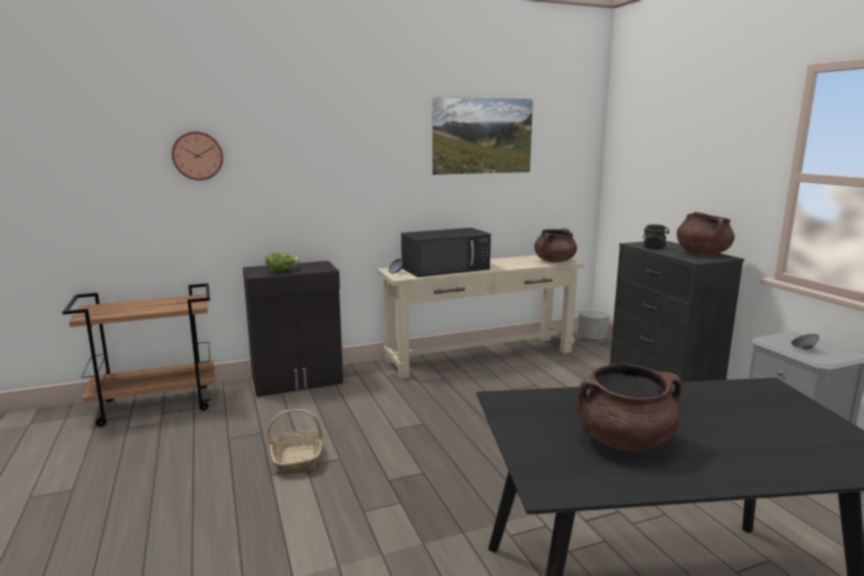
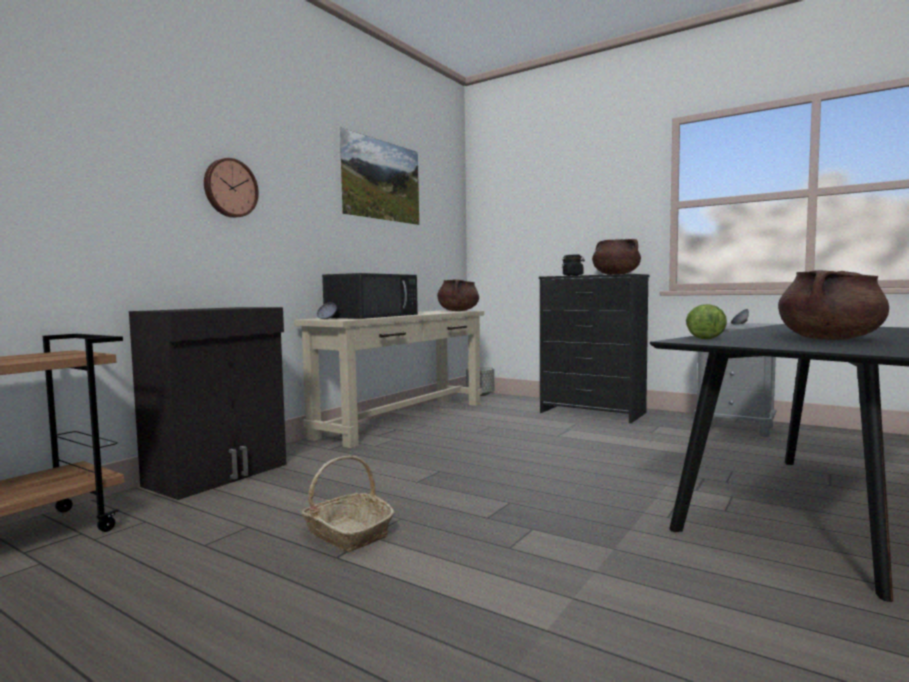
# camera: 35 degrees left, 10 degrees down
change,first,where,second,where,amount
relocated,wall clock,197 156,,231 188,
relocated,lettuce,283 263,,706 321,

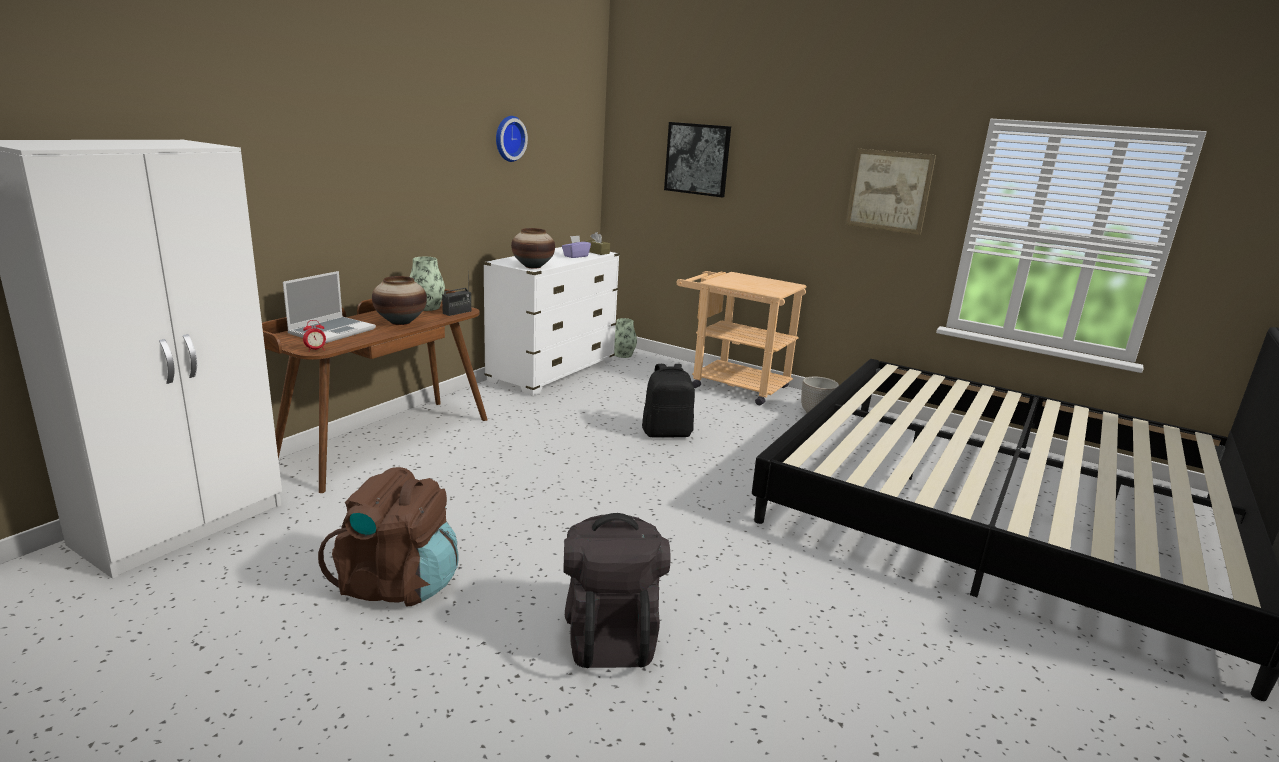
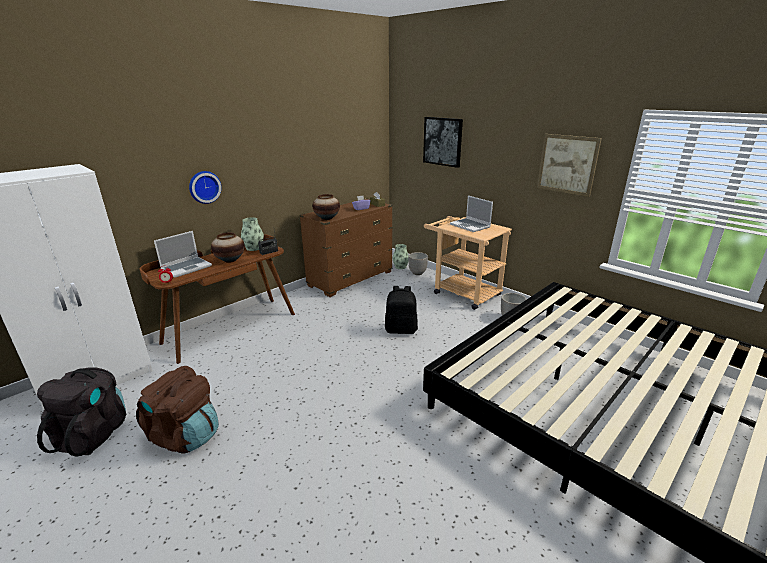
# camera: 15 degrees right, 5 degrees up
change,first,where,second,where,amount
relocated,wall clock,512 139,,205 187,
colour,white dresser,551 321,brown dresser,346 247,
relocated,black backpack,617 590,,81 412,
appeared,,,laptop,471 213,
appeared,,,planter,418 263,

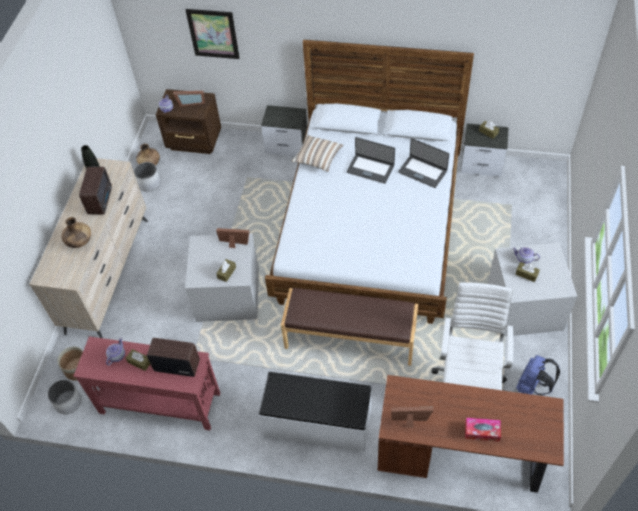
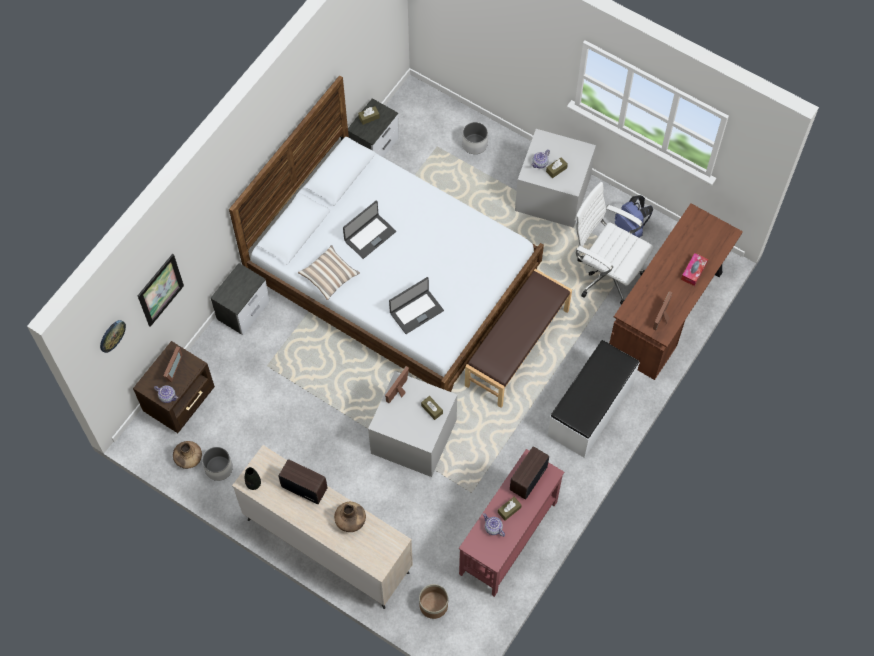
# camera: 70 degrees left, 10 degrees up
change,first,where,second,where,amount
relocated,laptop,423 163,,416 305,
relocated,white planter,64 396,,475 138,
appeared,,,wall clock,113 336,

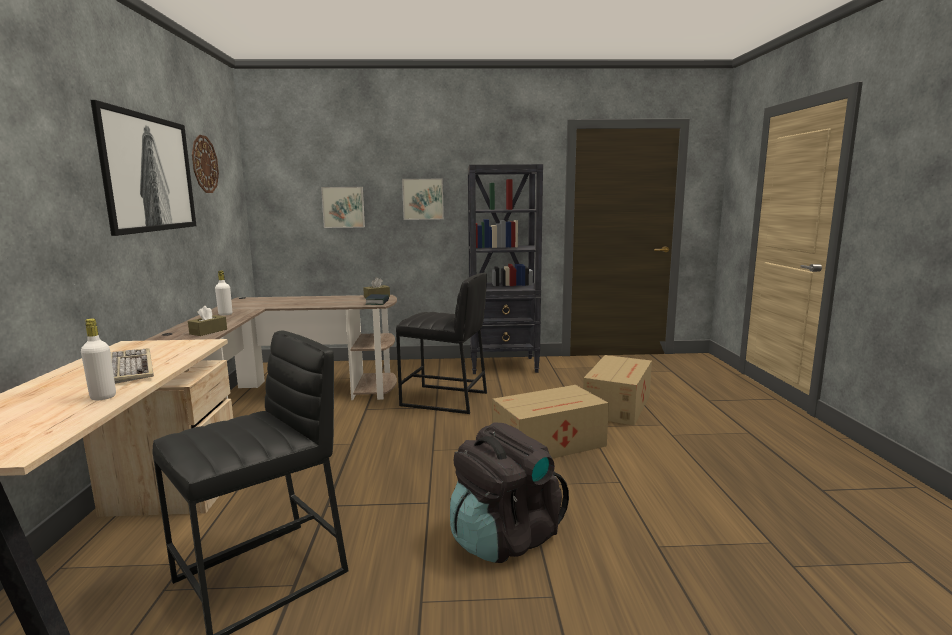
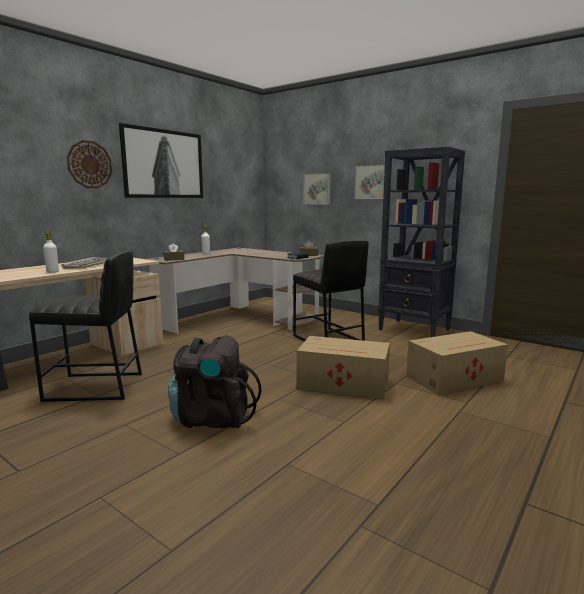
# camera: 40 degrees right, 0 degrees up
change,first,where,second,where,amount
relocated,wall clock,205 164,,89 164,

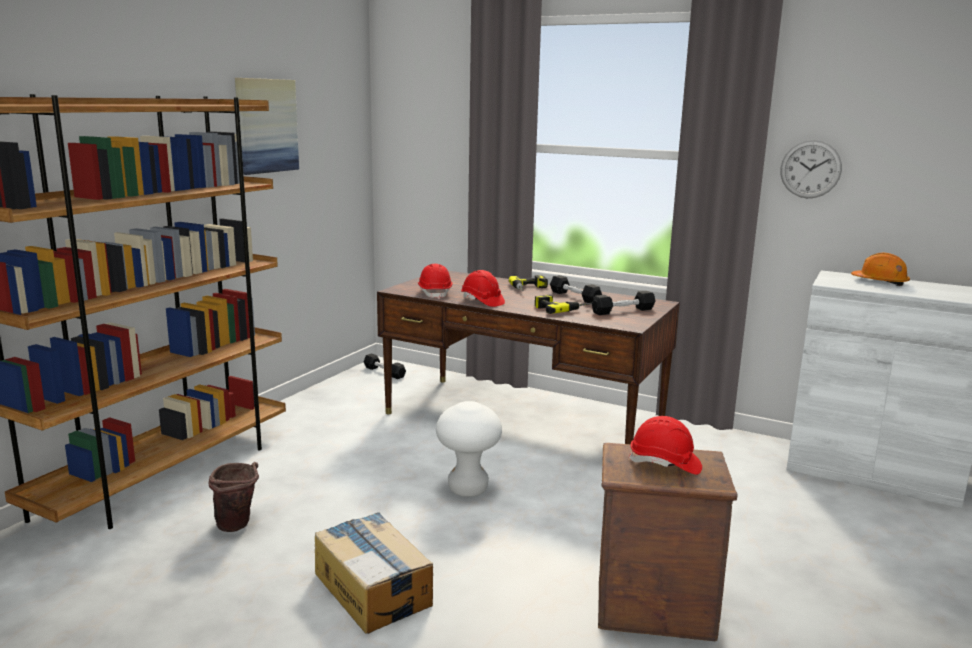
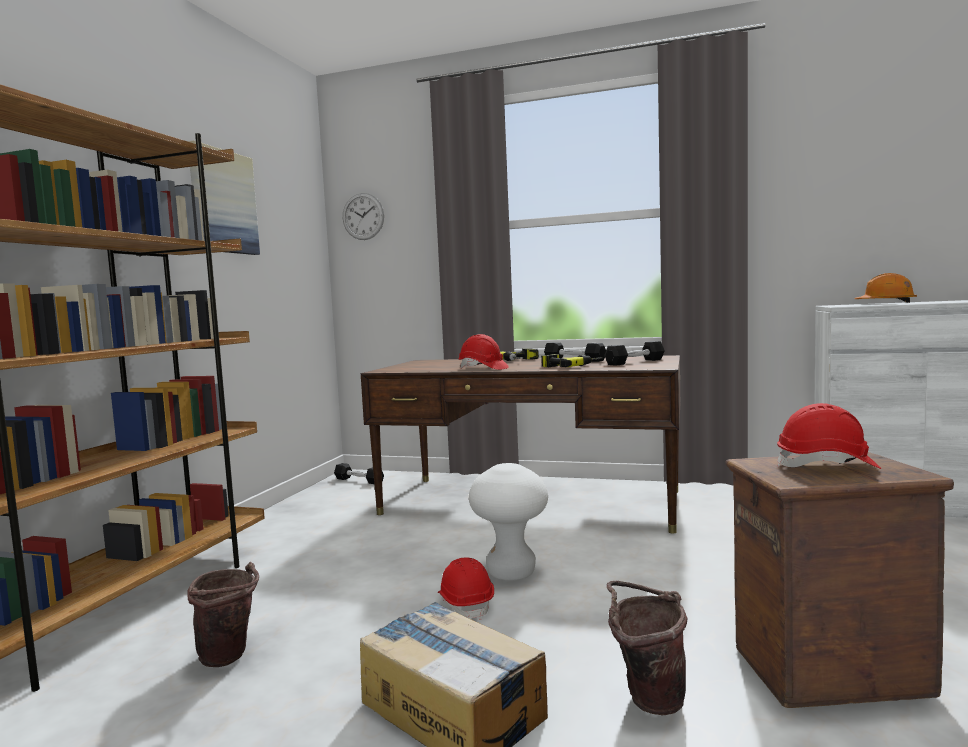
# camera: 10 degrees left, 10 degrees down
change,first,where,second,where,amount
relocated,wall clock,811 169,,363 216,
relocated,red hard hat,435 281,,466 588,
appeared,,,brown bucket,647 648,

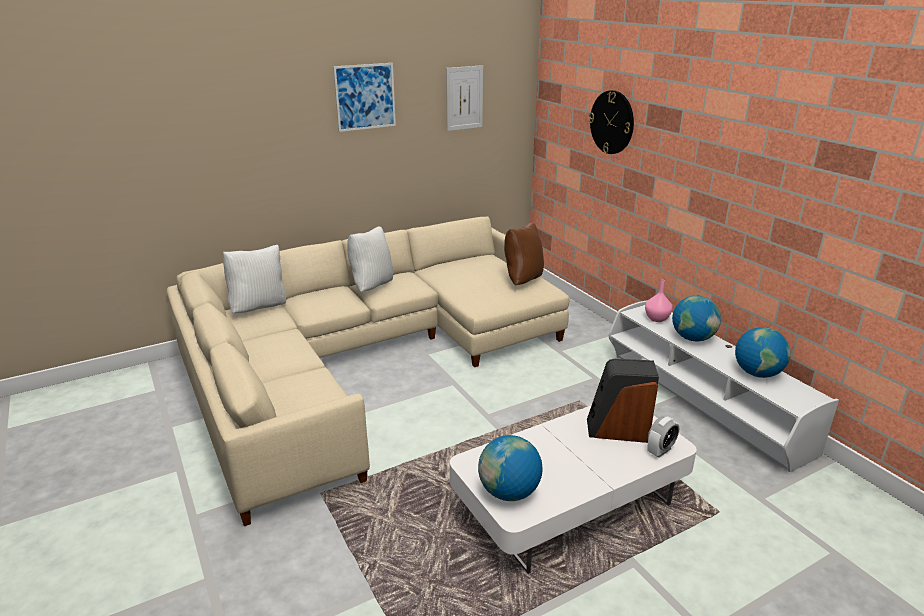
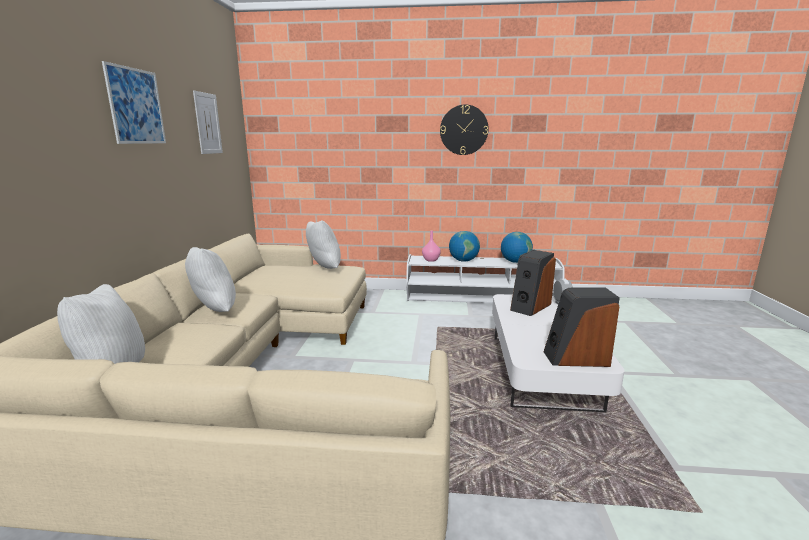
# camera: 55 degrees left, 10 degrees down
change,first,where,second,where,amount
relocated,wall clock,611 122,,464 129,
colour,brown pillow,524 254,white pillow,323 244,
exchanged,globe,510 468,speaker,582 327,

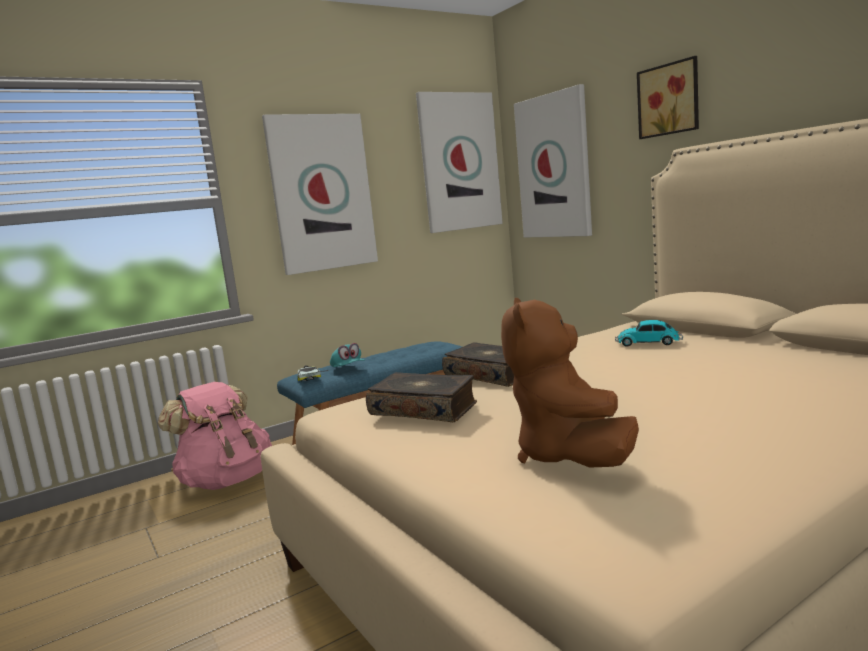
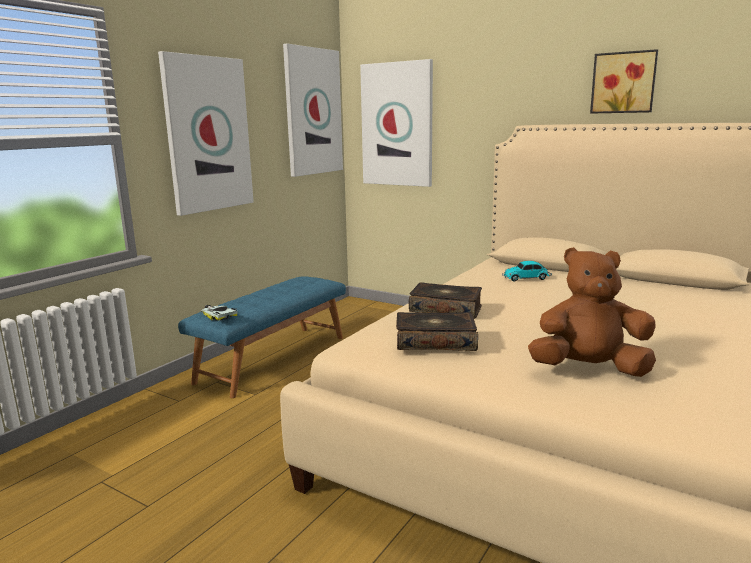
# camera: 25 degrees left, 5 degrees up
change,first,where,second,where,amount
relocated,picture,668 97,,624 81,
spun,brown plush toy,570 383,,592 312,120 degrees clockwise
missing,turquoise cap,347 355,,,
missing,pink backpack,215 436,,,

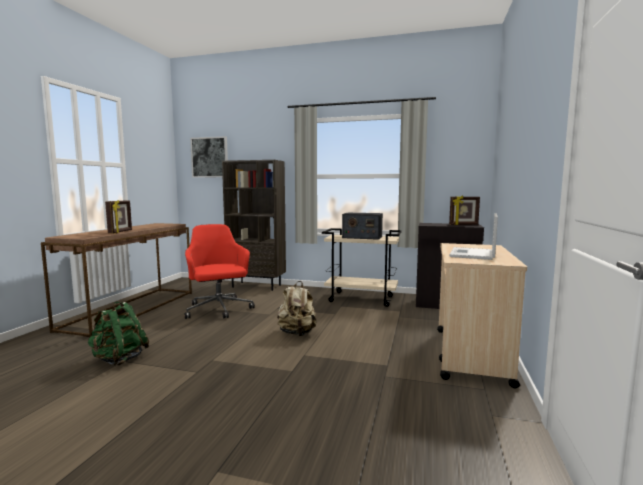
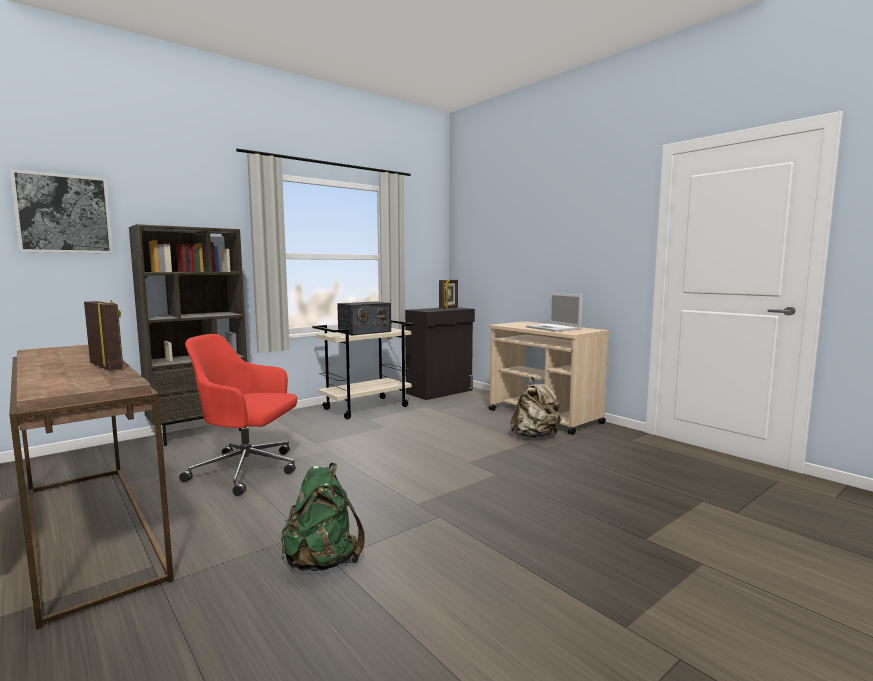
# camera: 55 degrees left, 0 degrees up
change,first,where,second,where,amount
relocated,beige backpack,297 308,,536 407,

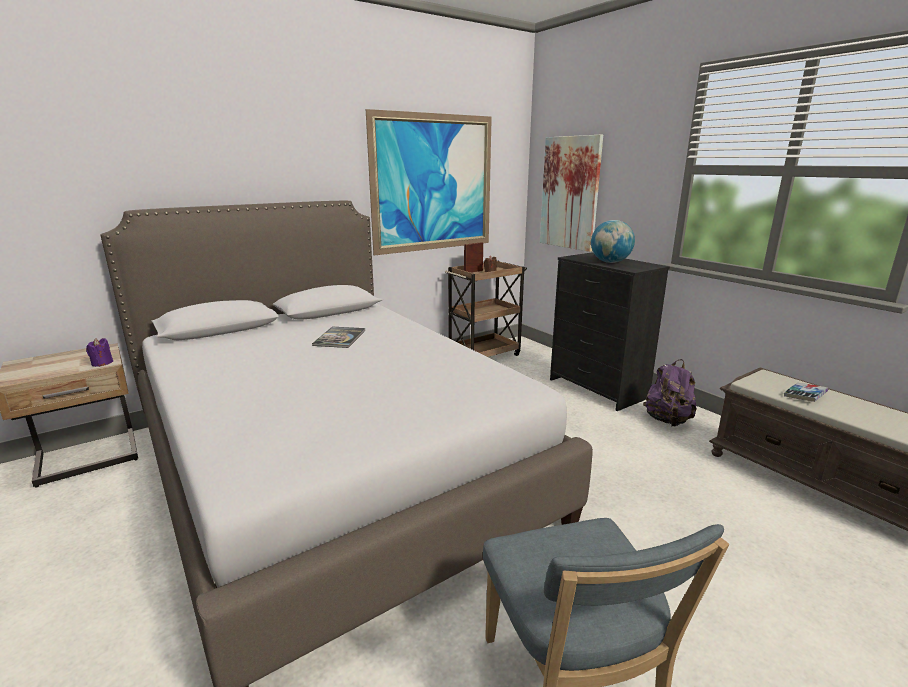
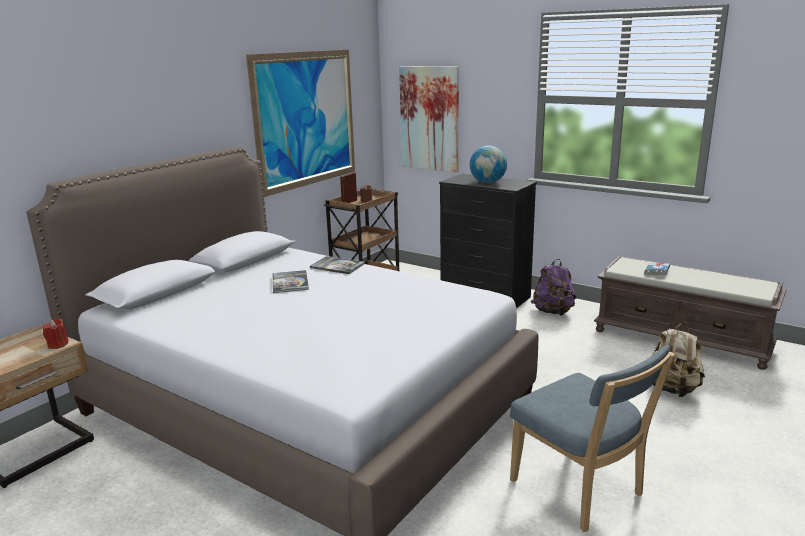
# camera: 20 degrees left, 0 degrees up
change,first,where,second,where,amount
colour,purple candle,99 352,red candle,56 333,
appeared,,,book,337 265,
appeared,,,beige backpack,678 360,

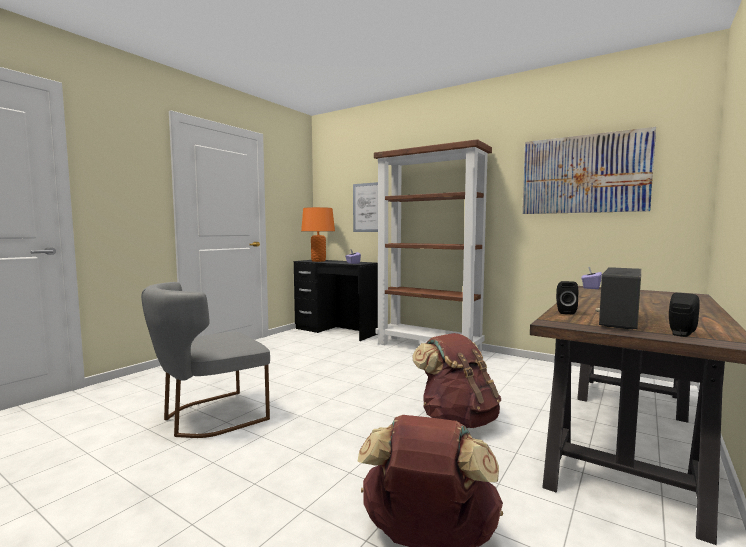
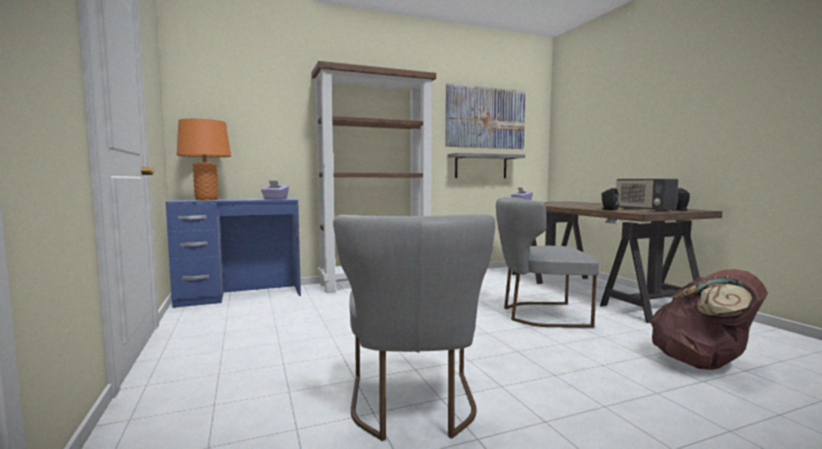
# camera: 55 degrees left, 0 degrees up
change,first,where,second,where,amount
missing,picture,365 207,,,
colour,black desk,336 300,blue desk,233 253,
exchanged,brown backpack,456 380,grey chair,547 262,
appeared,,,grey shelf,486 165,

